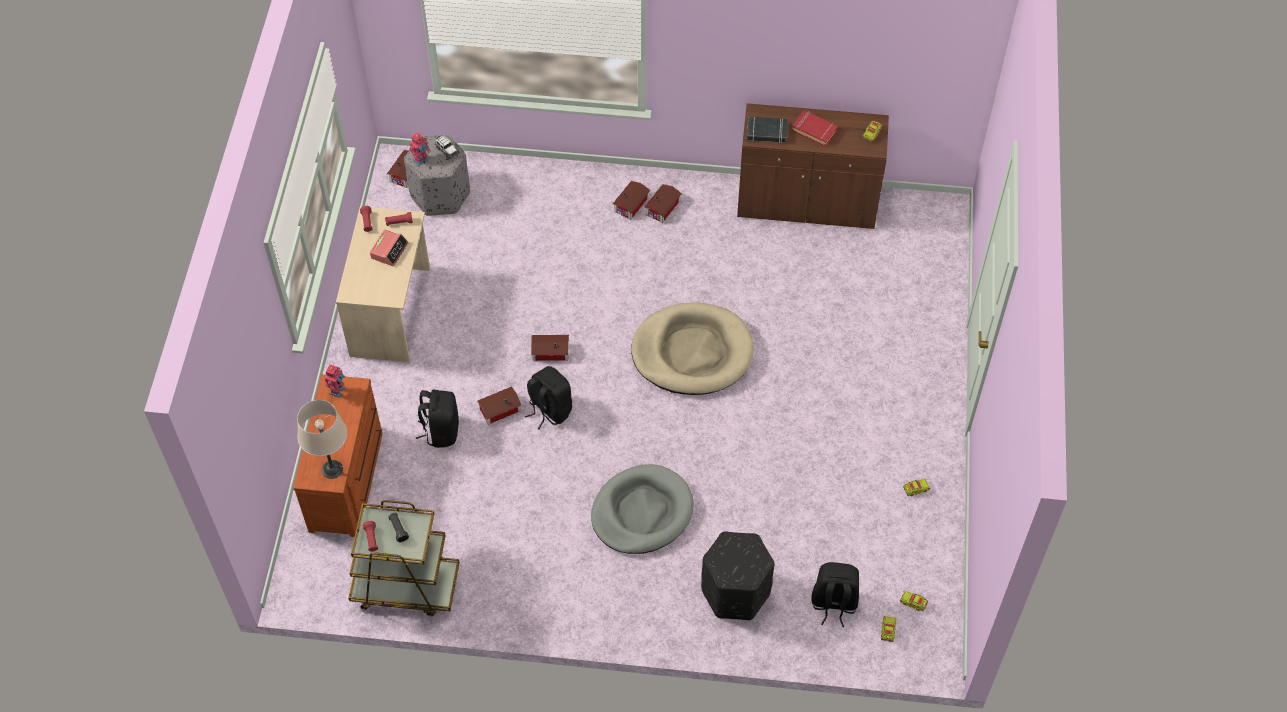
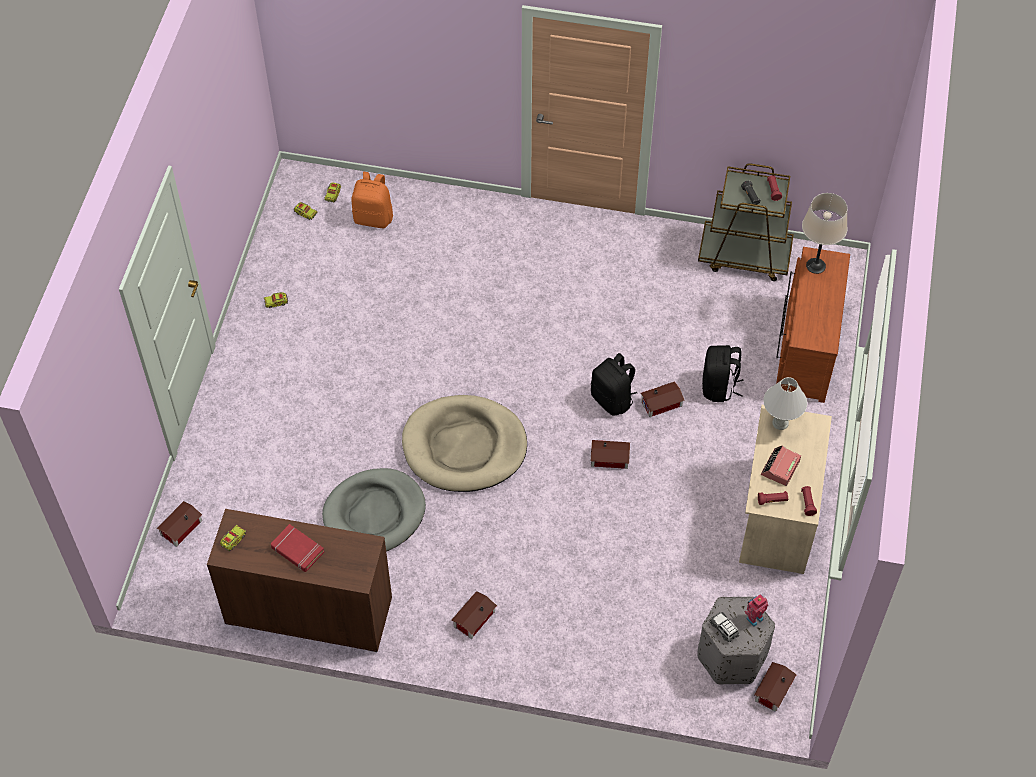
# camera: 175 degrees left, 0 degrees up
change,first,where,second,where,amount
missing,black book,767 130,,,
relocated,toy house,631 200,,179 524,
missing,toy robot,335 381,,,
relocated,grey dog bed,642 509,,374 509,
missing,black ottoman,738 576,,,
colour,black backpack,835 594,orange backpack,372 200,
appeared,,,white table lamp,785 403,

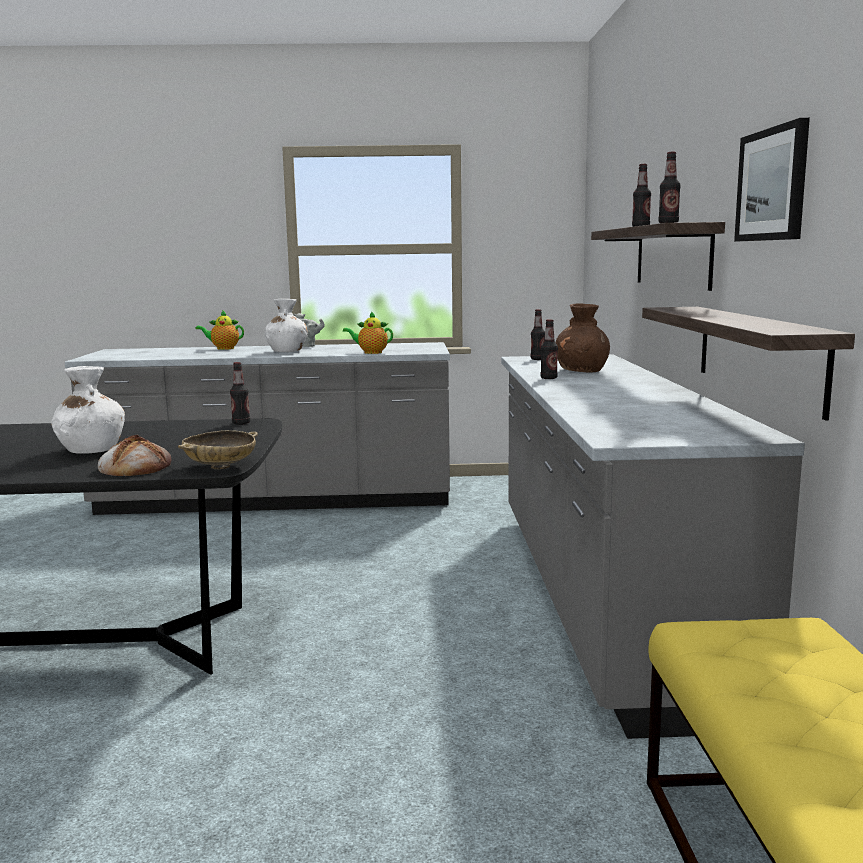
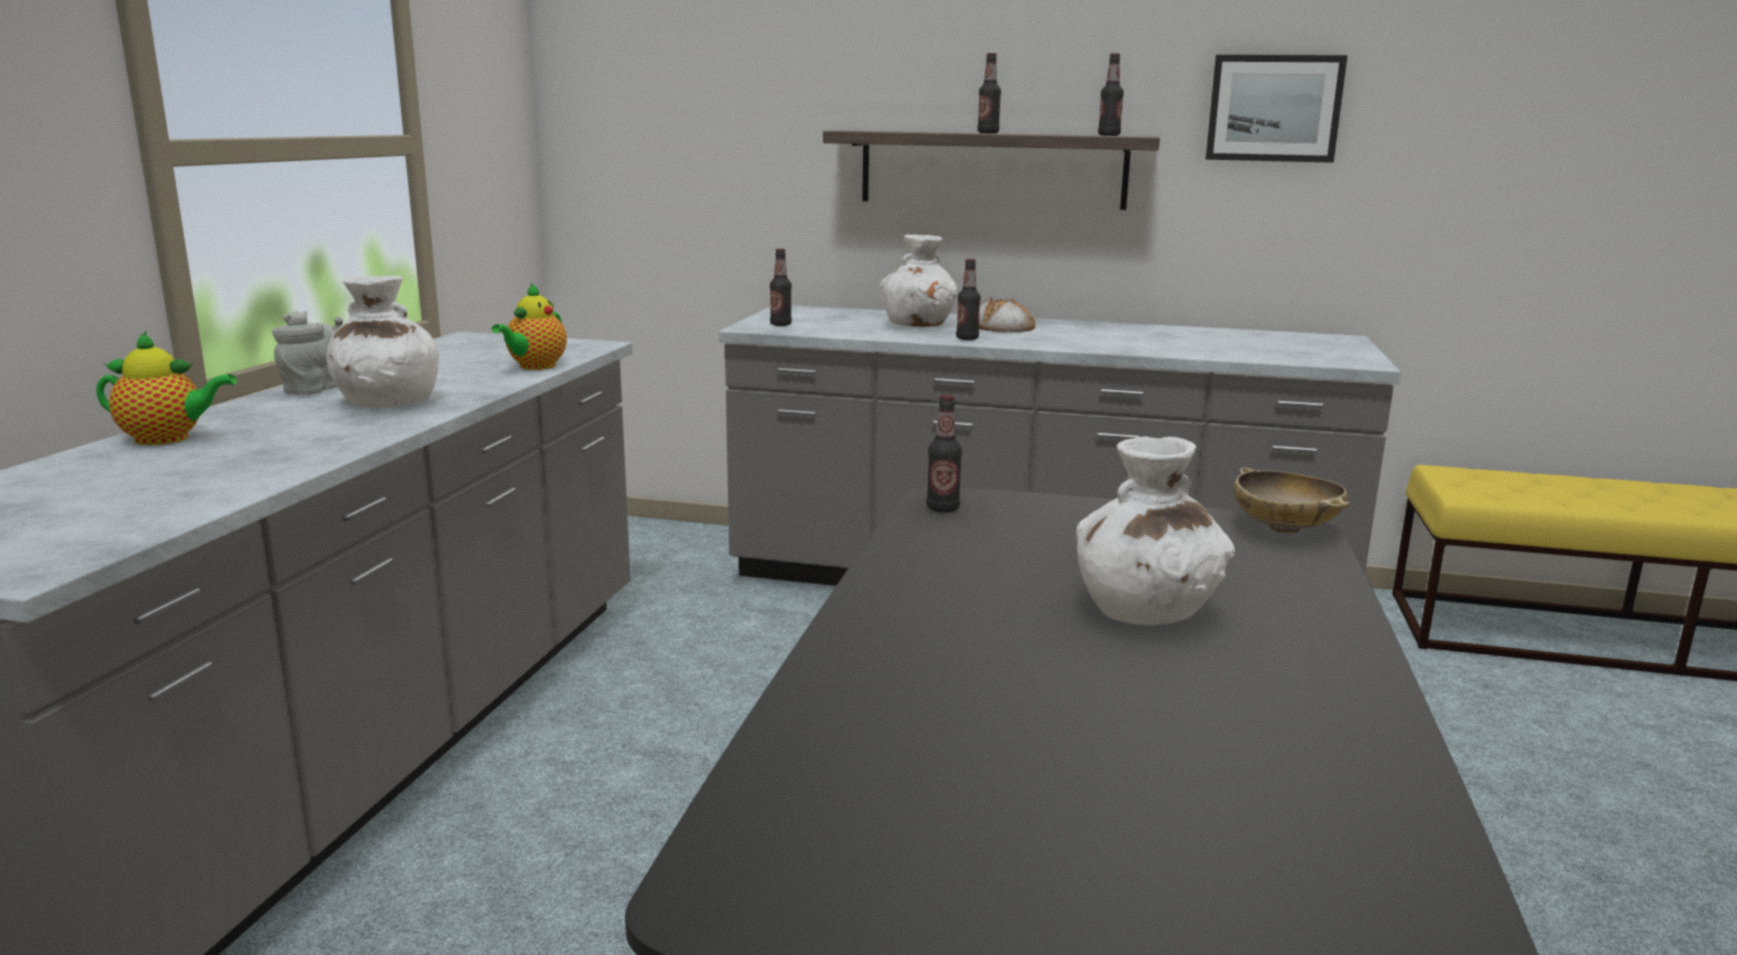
# camera: 75 degrees left, 5 degrees up
change,first,where,second,where,amount
colour,brown vase,583 338,white vase,918 281,
missing,shelf,748 364,,,
spun,teapot,219 330,,166 388,105 degrees counterclockwise
relocated,bread,134 455,,1007 314,

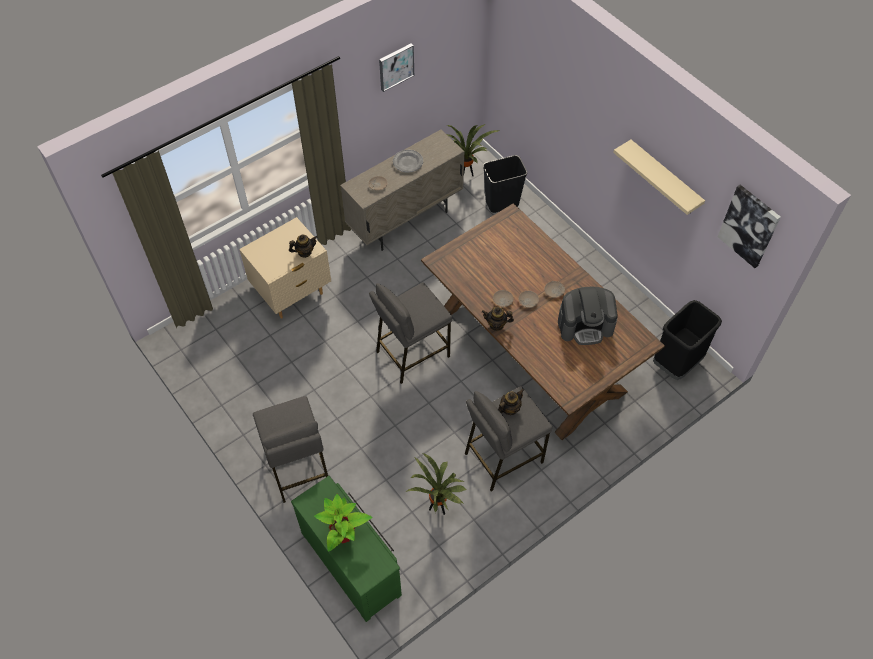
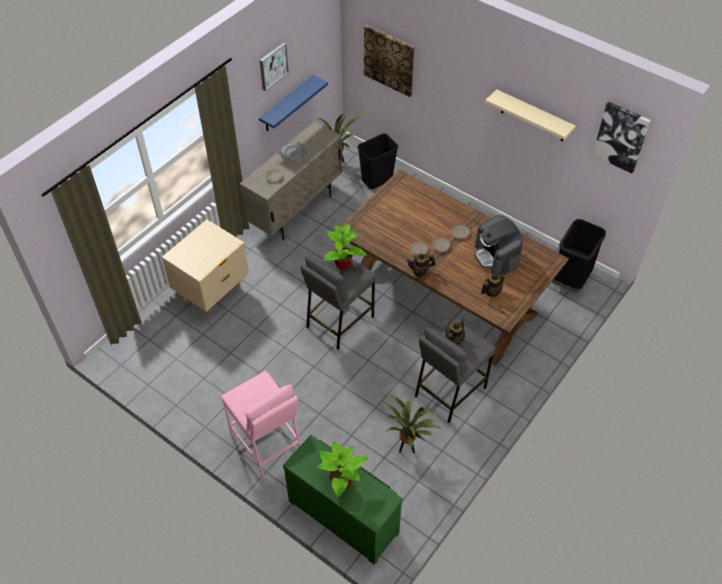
# camera: 15 degrees left, 5 degrees down
change,first,where,second,where,amount
relocated,teapot,303 246,,493 285,
spun,coffee machine,588 316,,498 245,90 degrees clockwise
colour,grey stool,290 449,pink stool,261 424,
appeared,,,picture,389 61,
appeared,,,blue shelf,293 103,
appeared,,,potted plant,345 246,

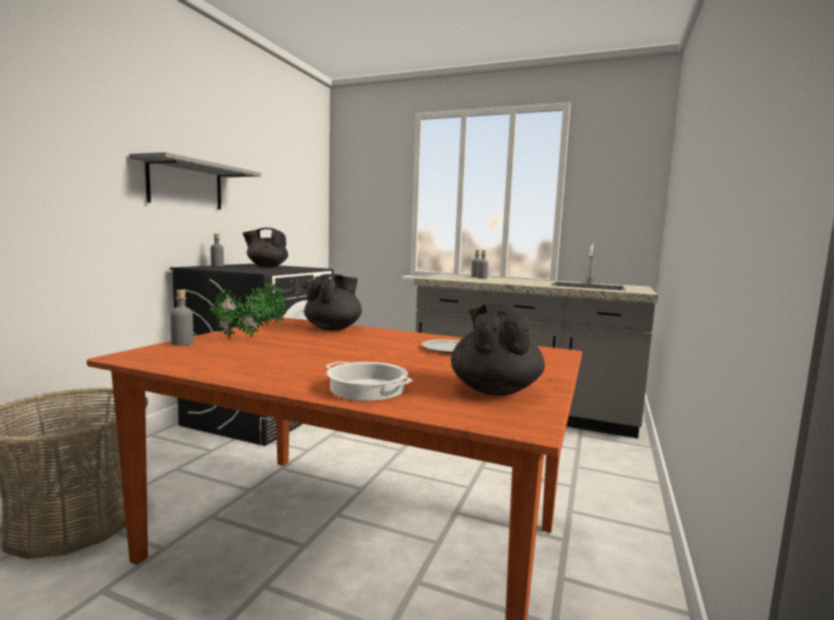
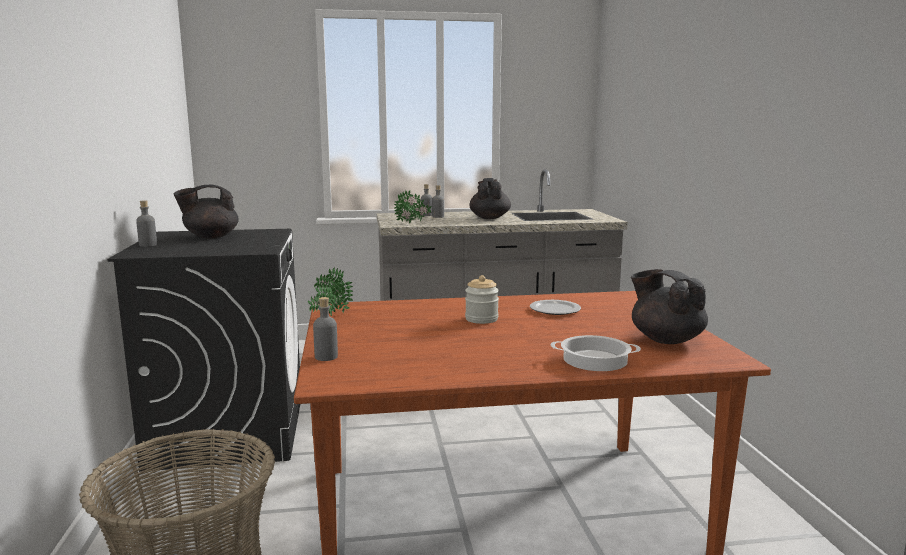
# camera: 30 degrees left, 5 degrees up
change,first,where,second,where,amount
missing,grey shelf,195 181,,,
relocated,black teapot,333 302,,490 198,
relocated,potted plant,237 313,,413 207,
appeared,,,jar,482 299,

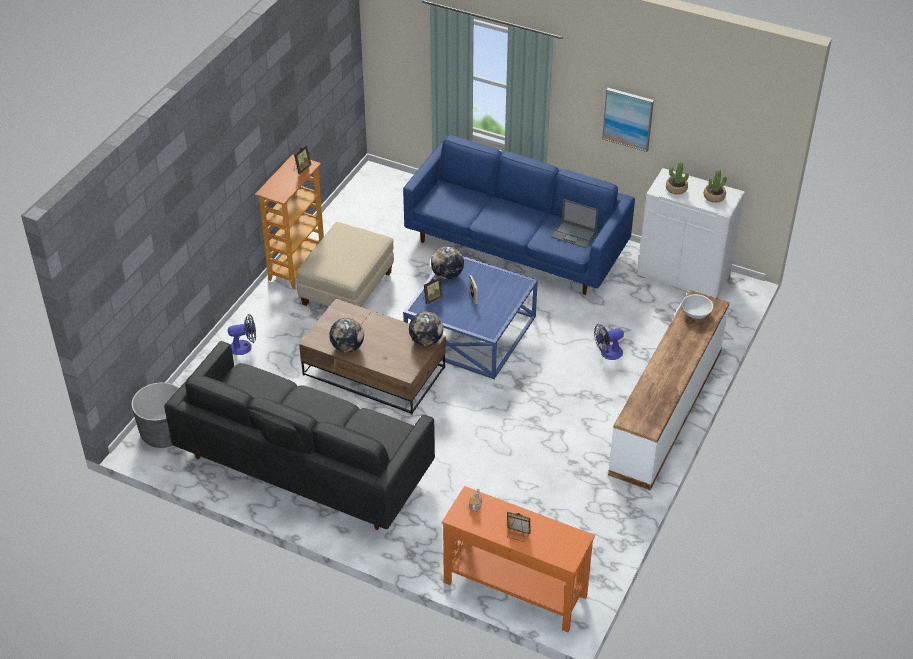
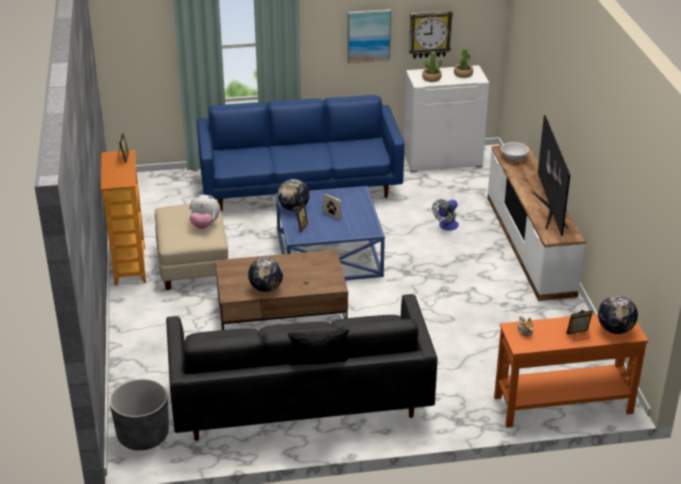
# camera: 35 degrees left, 10 degrees down
change,first,where,second,where,amount
missing,laptop,575 223,,,
relocated,globe,426 329,,618 314,
missing,fan,242 334,,,
appeared,,,wall clock,431 34,
appeared,,,television,551 175,
appeared,,,plush toy,204 212,

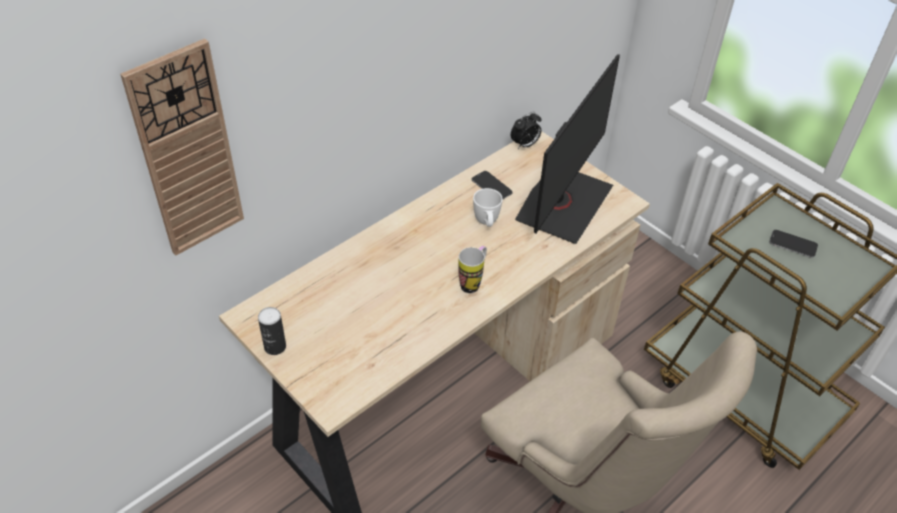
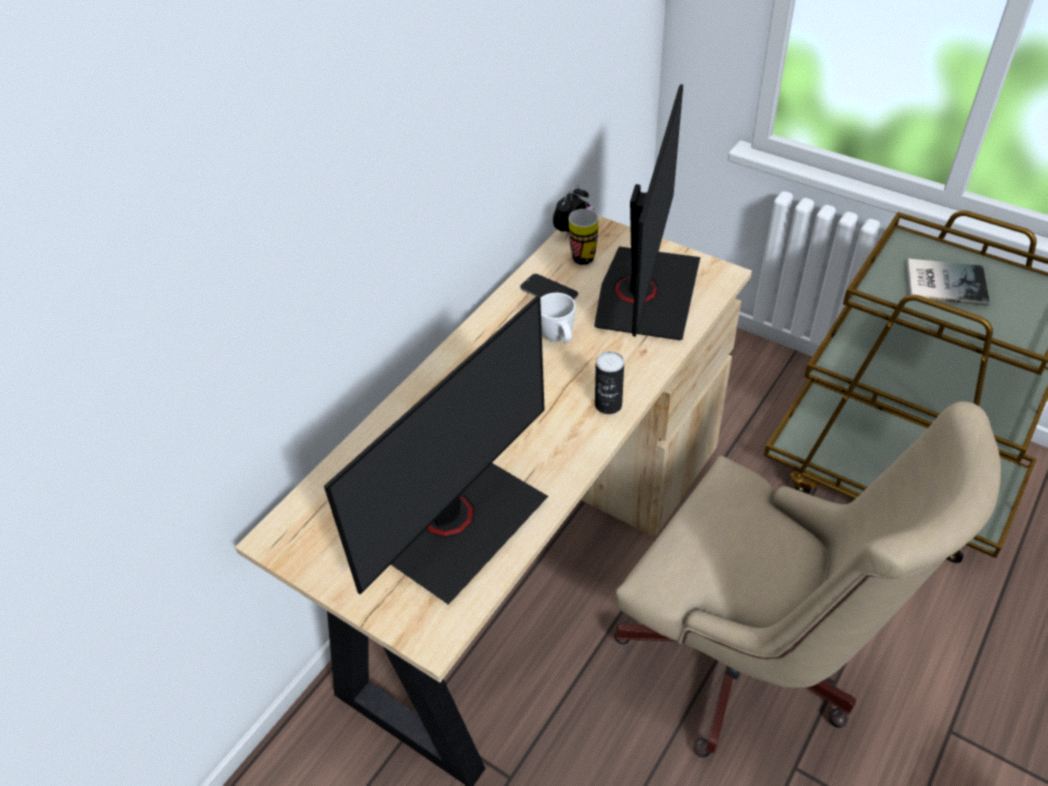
# camera: 10 degrees left, 0 degrees up
change,first,where,second,where,amount
missing,wall clock,182 146,,,
exchanged,phone,793 244,book,948 282,
relocated,mug,472 269,,583 235,
relocated,can,272 331,,609 382,
appeared,,,monitor,436 450,

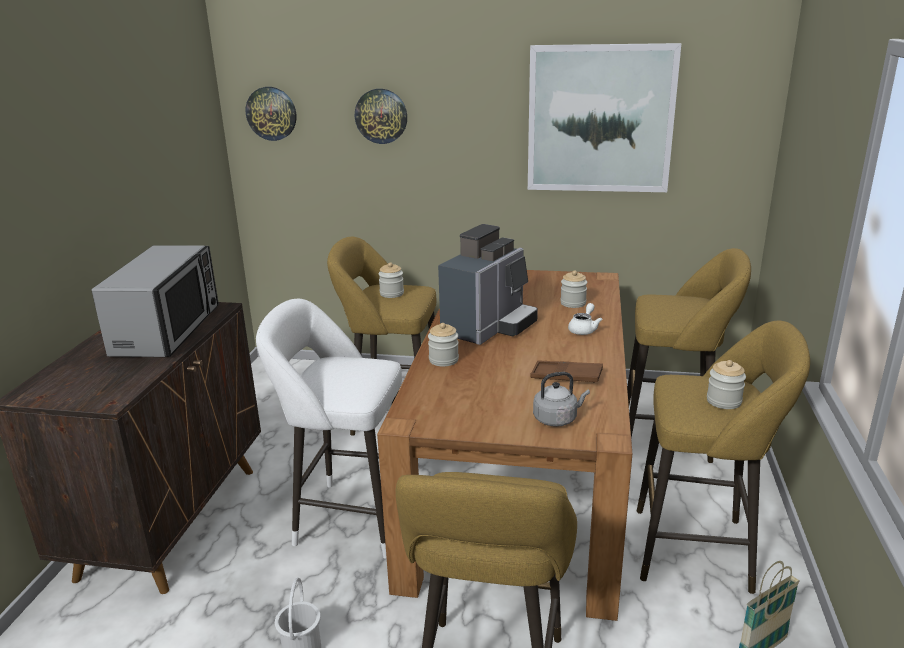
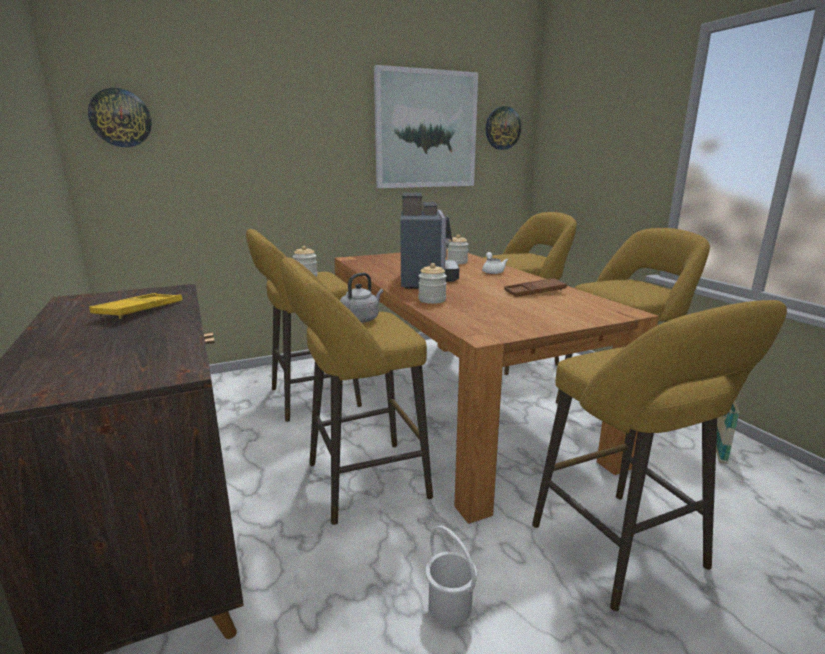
# camera: 35 degrees left, 5 degrees down
change,first,where,second,where,amount
relocated,wall clock,381 116,,503 128,
exchanged,microwave,155 301,yellow tray,135 306,
colour,white stool,329 429,yellow stool,357 391,
missing,jar,726 384,,,
relocated,grey kettle,561 399,,361 298,

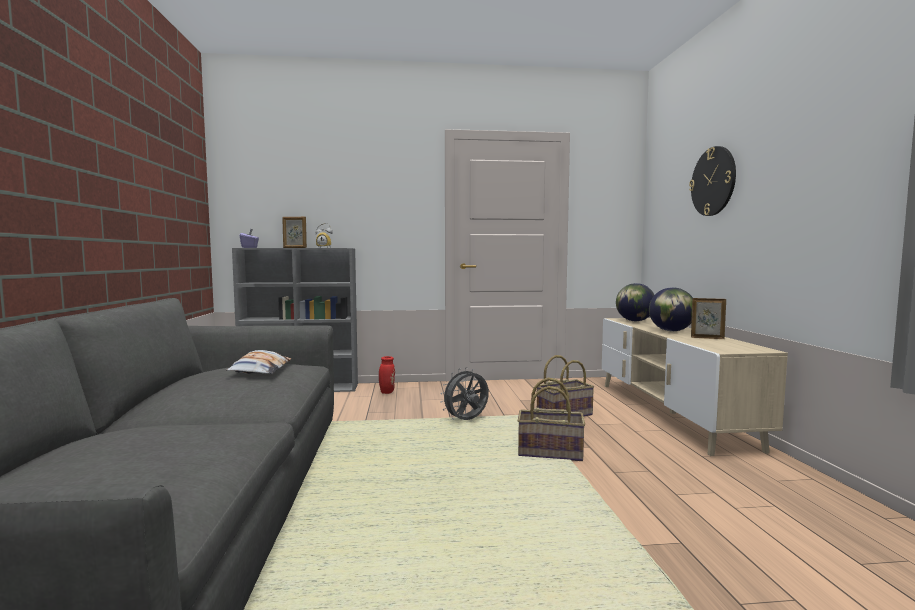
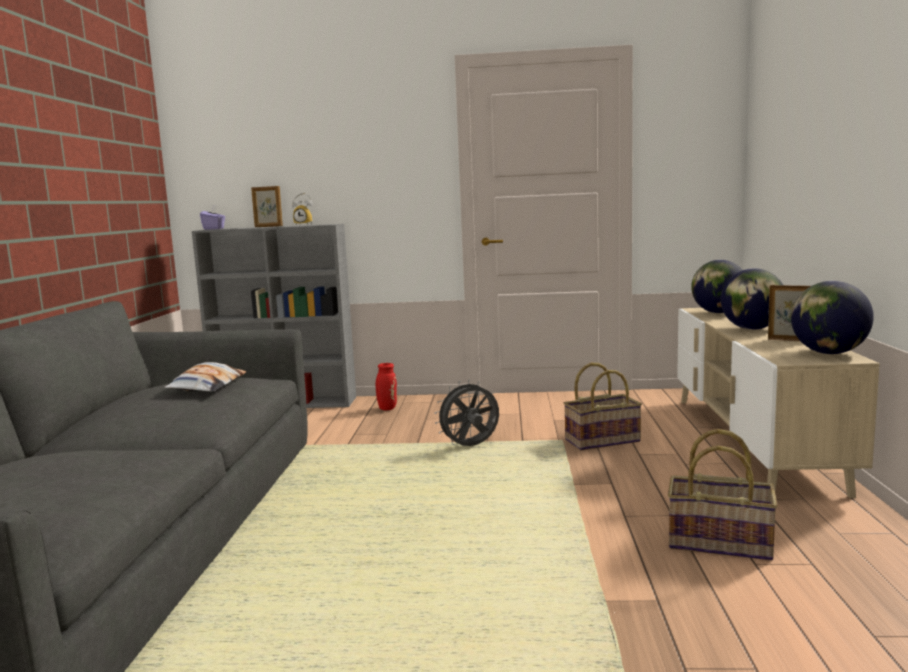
# camera: 10 degrees right, 5 degrees up
change,first,where,second,where,amount
missing,wall clock,712 181,,,
relocated,basket,551 419,,723 495,
appeared,,,globe,832 317,

